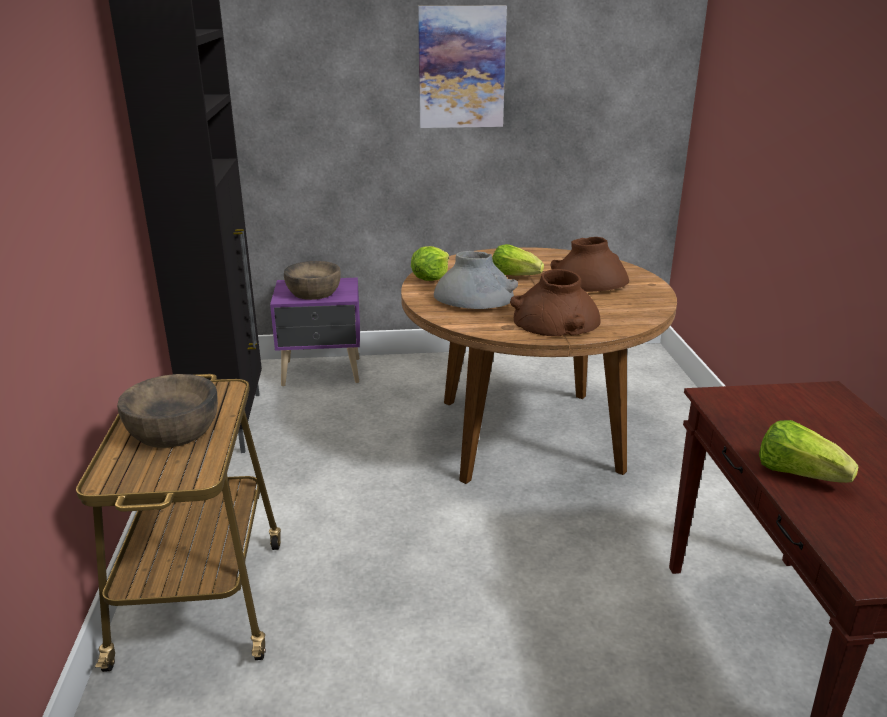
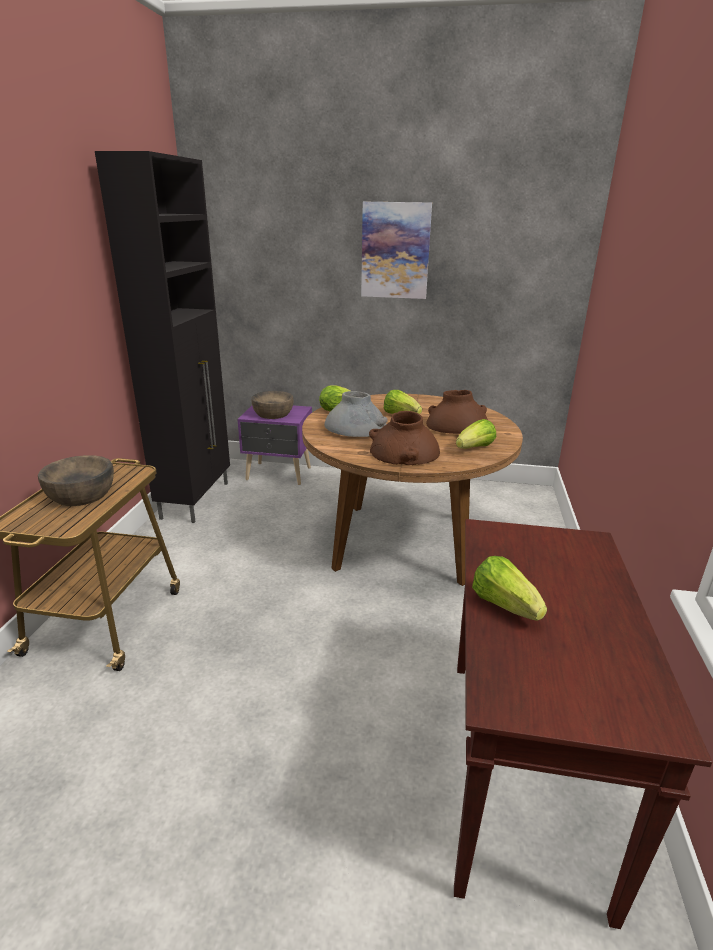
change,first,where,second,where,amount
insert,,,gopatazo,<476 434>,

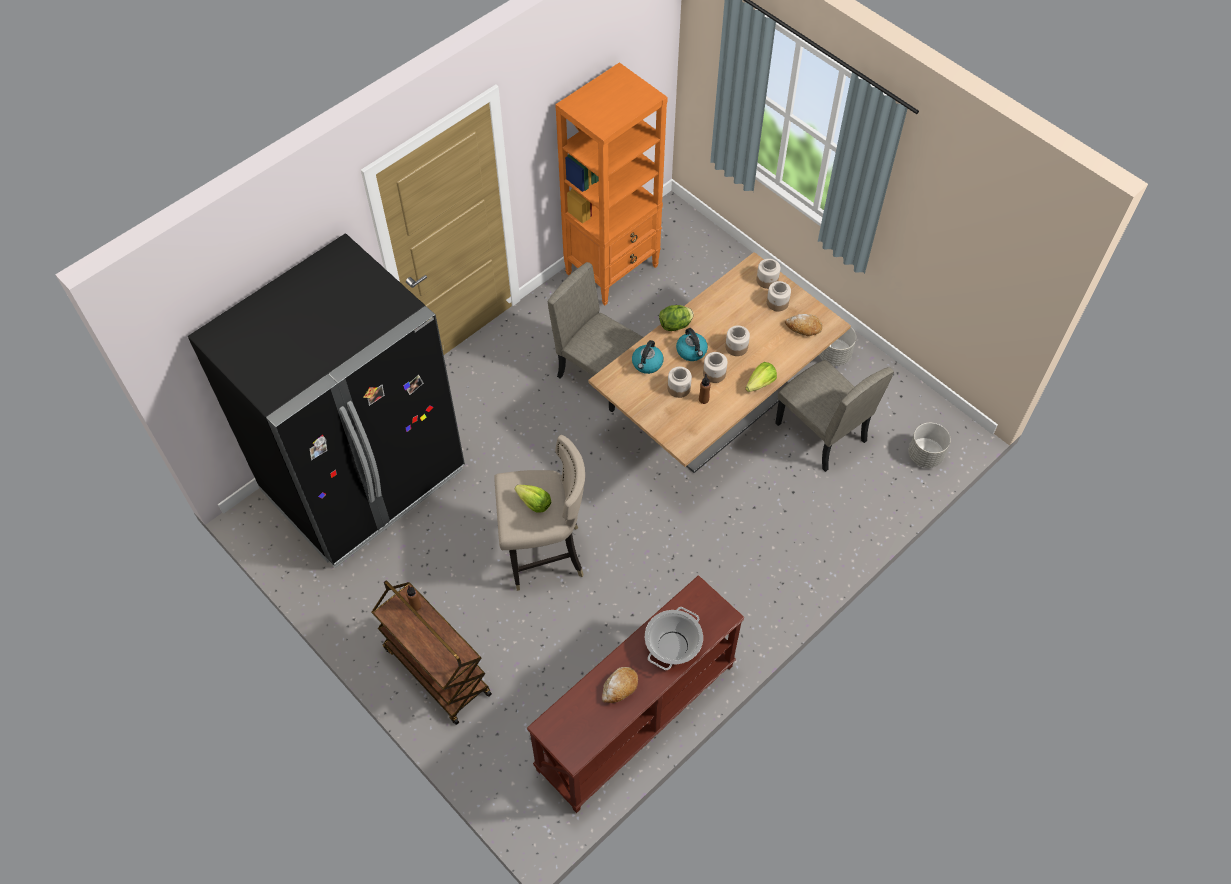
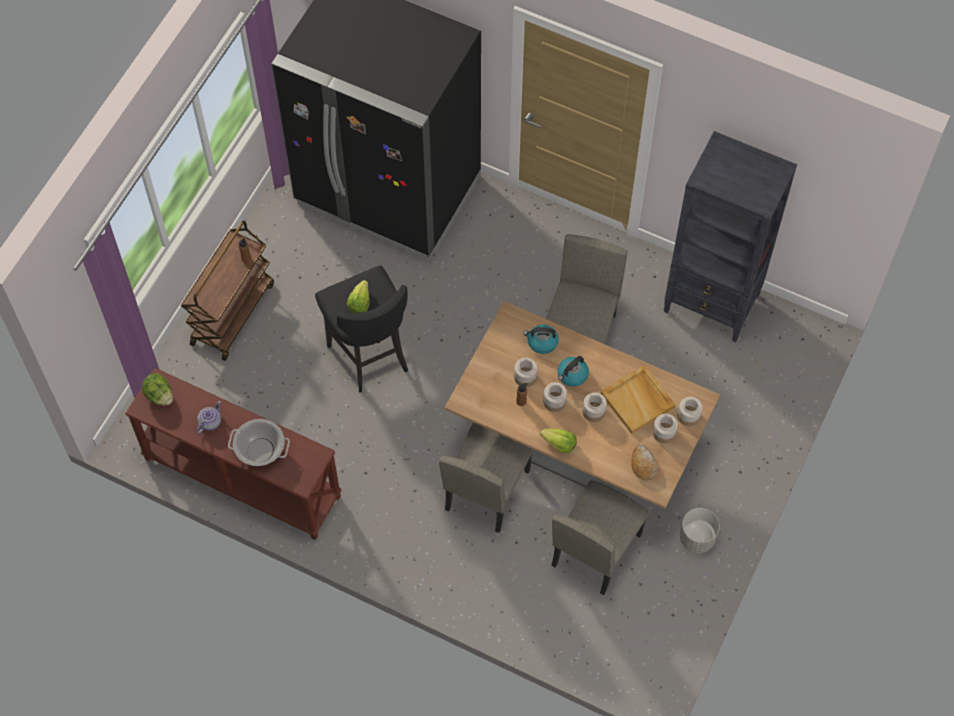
change,first,where,second,where,amount
recolor,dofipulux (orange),<611 183>,dofipulux (black),<730 236>,
move,gopatazo,<676 318>,,<157 389>,
delete,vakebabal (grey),<929 445>,,,
recolor,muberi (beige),<539 513>,muberi (black),<361 328>,
replace,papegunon,<620 685>,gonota,<208 417>,
insert,,,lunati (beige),<638 399>,
insert,,,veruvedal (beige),<486 477>,

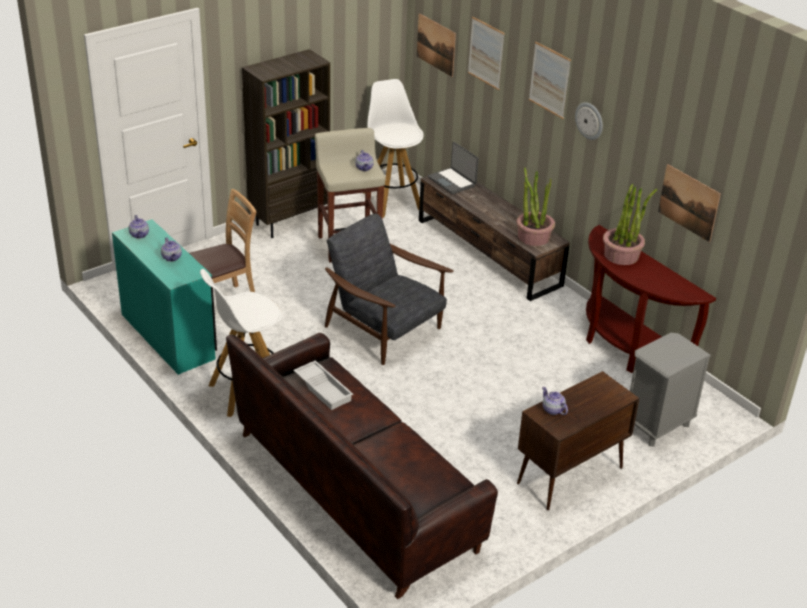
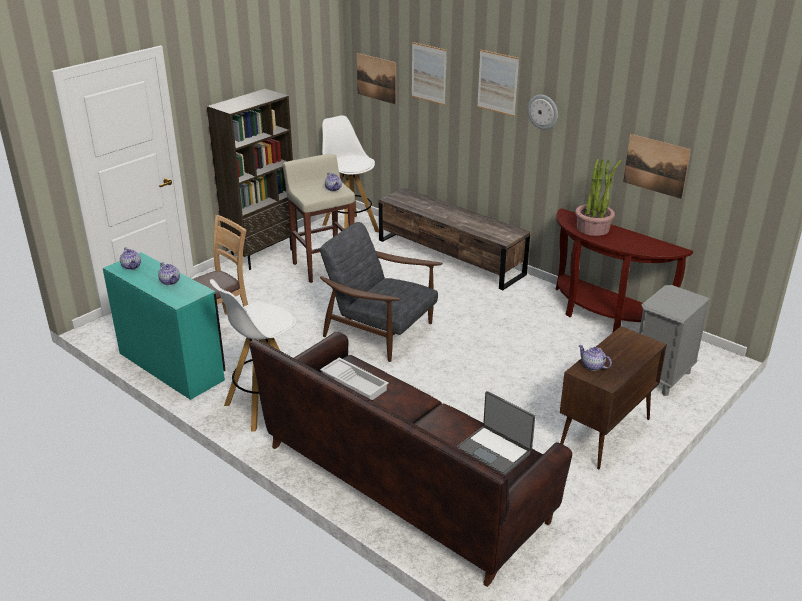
change,first,where,second,where,amount
move,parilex,<453 168>,,<496 433>,
delete,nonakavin,<536 206>,,,

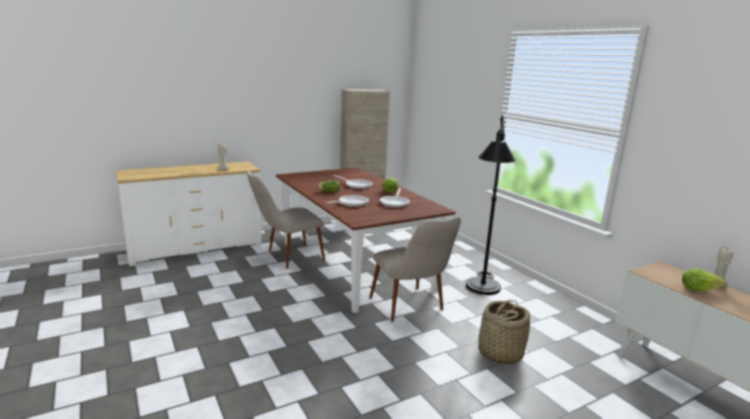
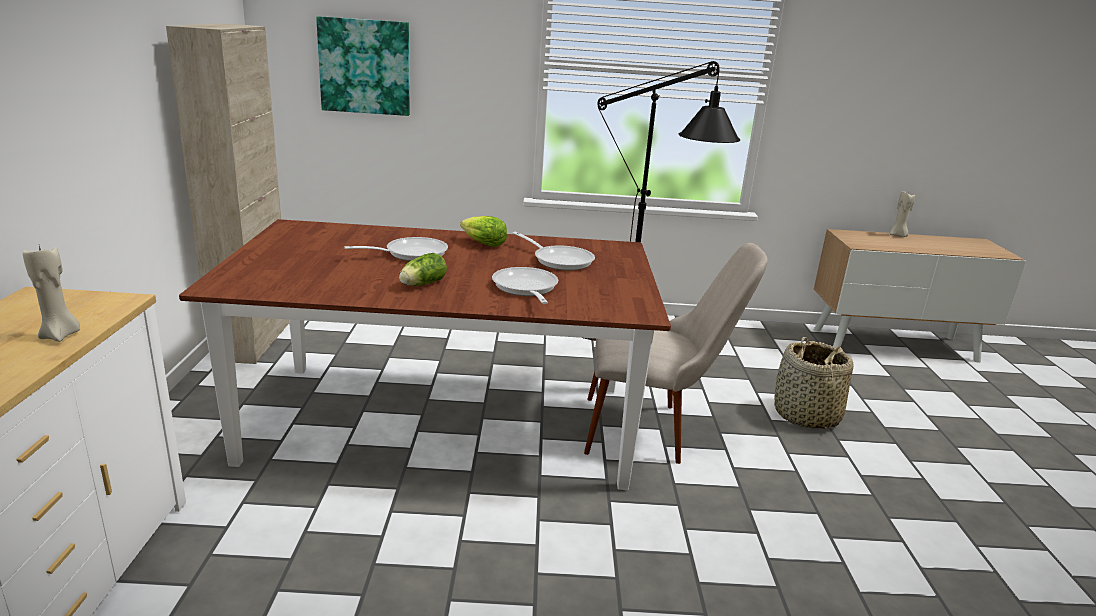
change,first,where,second,where,amount
delete,veruvedal (beige),<286 220>,,,
delete,gopatazo,<704 279>,,,
insert,,,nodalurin,<363 66>,

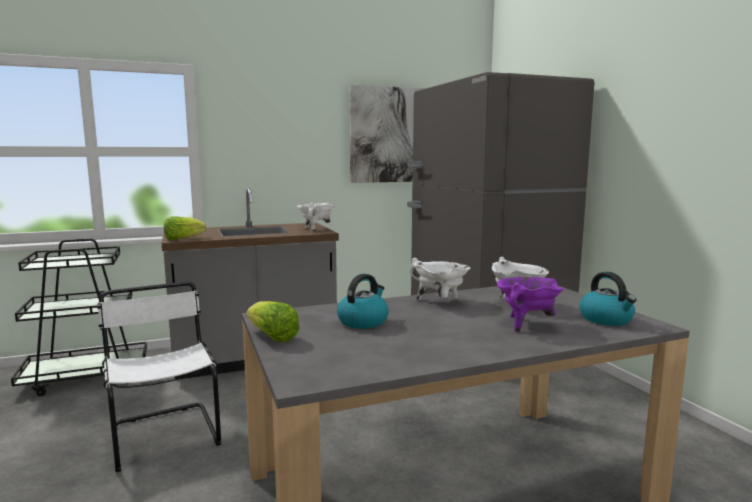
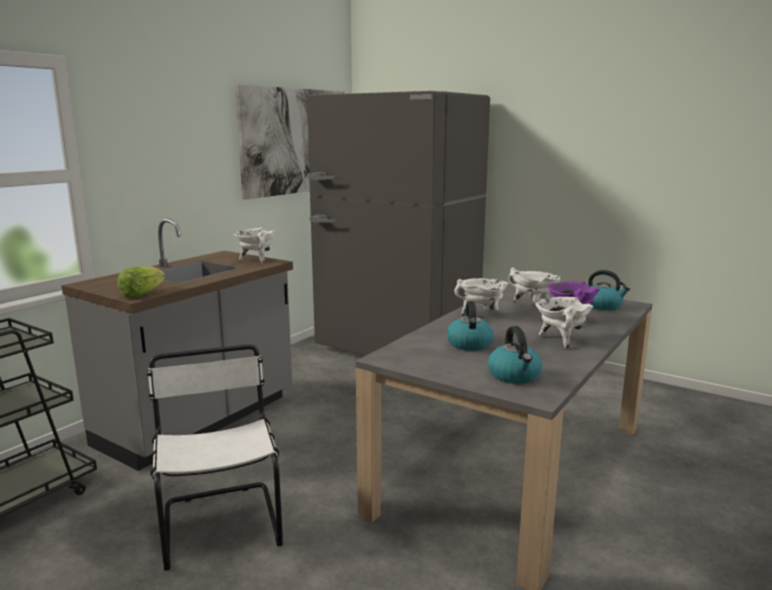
change,first,where,second,where,amount
rotate,veruvedal (white),<159 377>,,<215 457>,45 degrees clockwise
delete,gopatazo,<273 321>,,,
insert,,,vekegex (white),<564 323>,
insert,,,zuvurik,<515 355>,

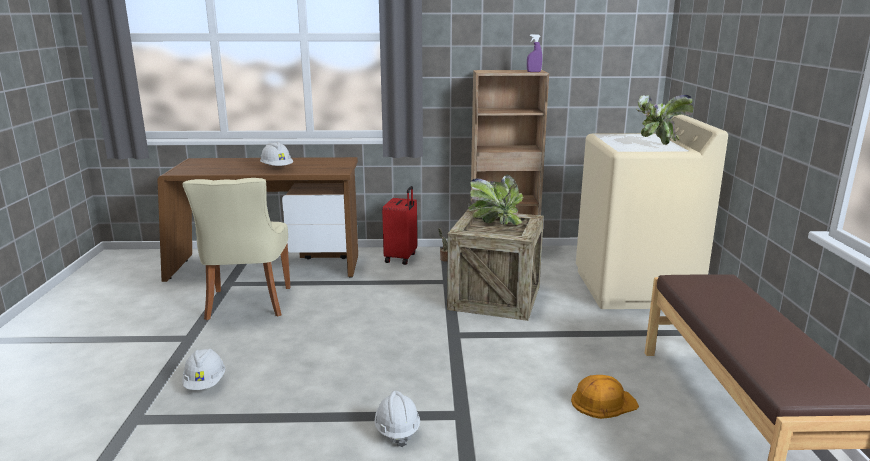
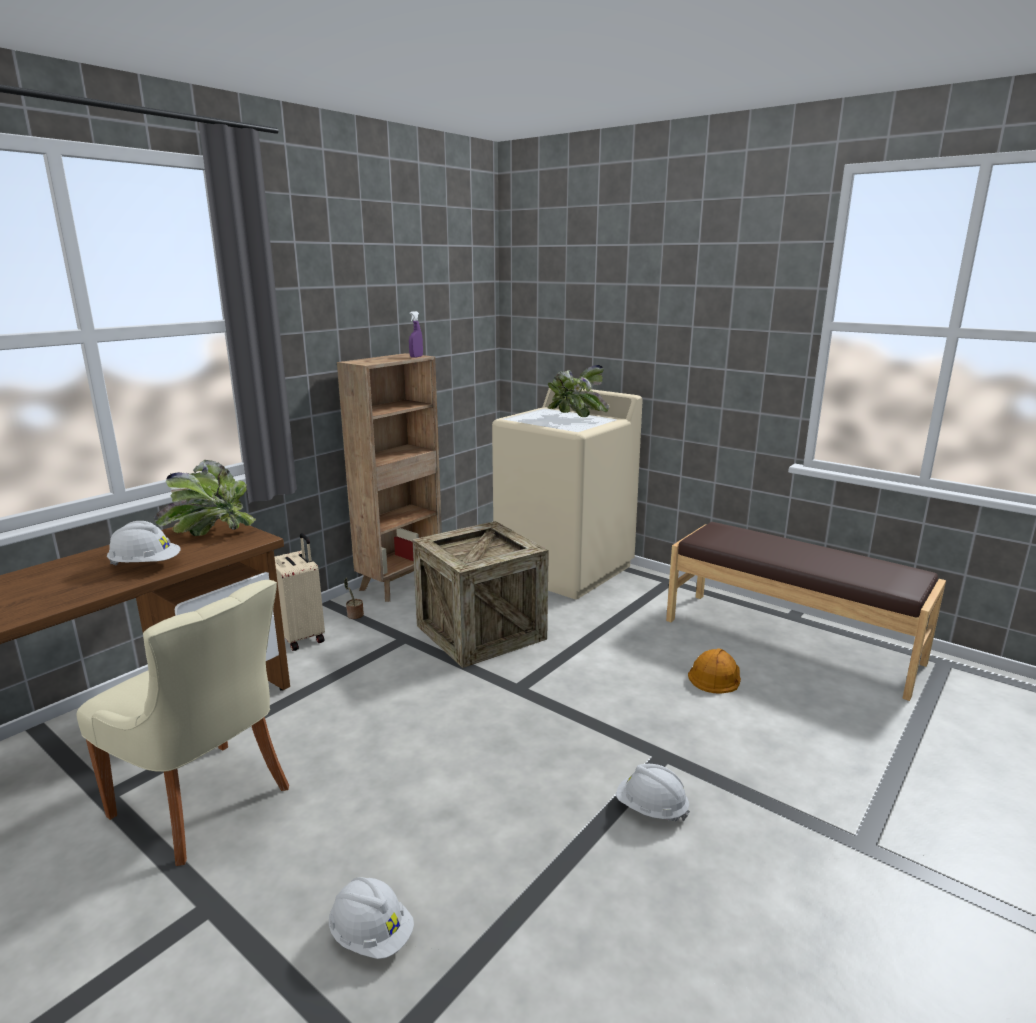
change,first,where,second,where,amount
move,nonakavin,<495 200>,,<204 498>,
recolor,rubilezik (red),<399 225>,rubilezik (beige),<300 592>,

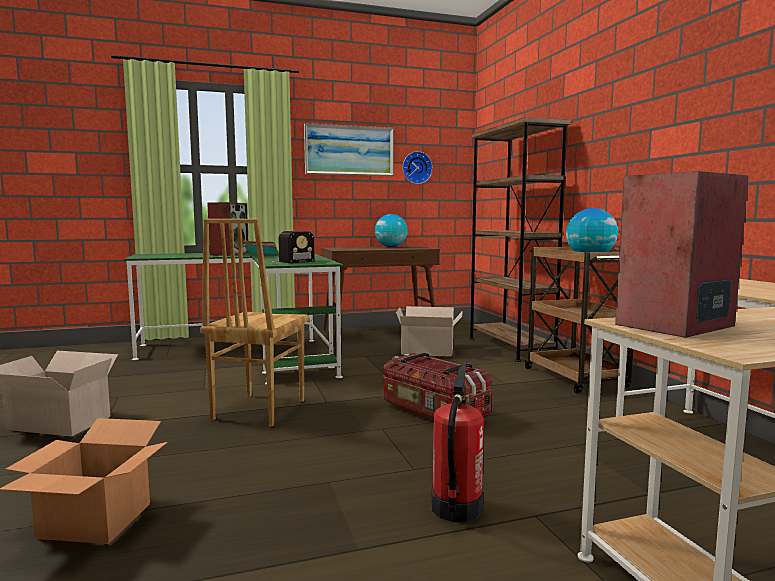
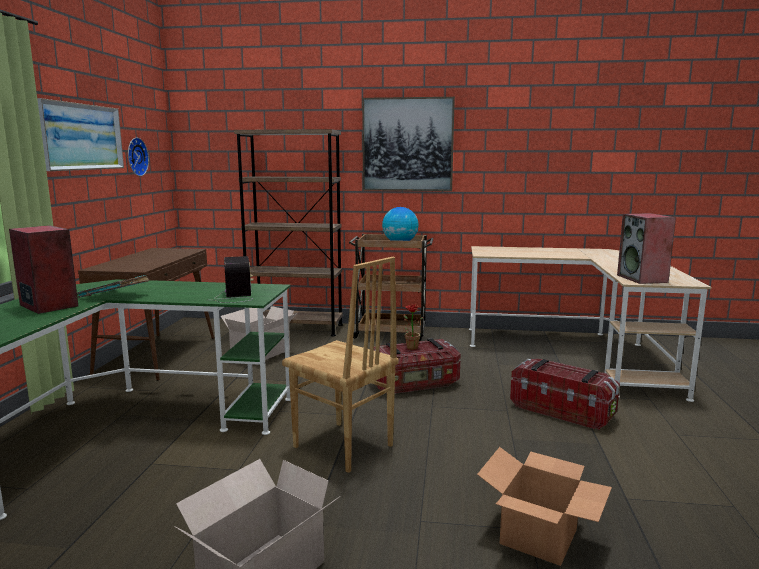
change,first,where,second,where,amount
delete,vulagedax,<391 230>,,,
replace,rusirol,<457 443>,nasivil,<565 394>,
insert,,,nodalurin,<408 144>,
insert,,,nonakavin,<413 327>,

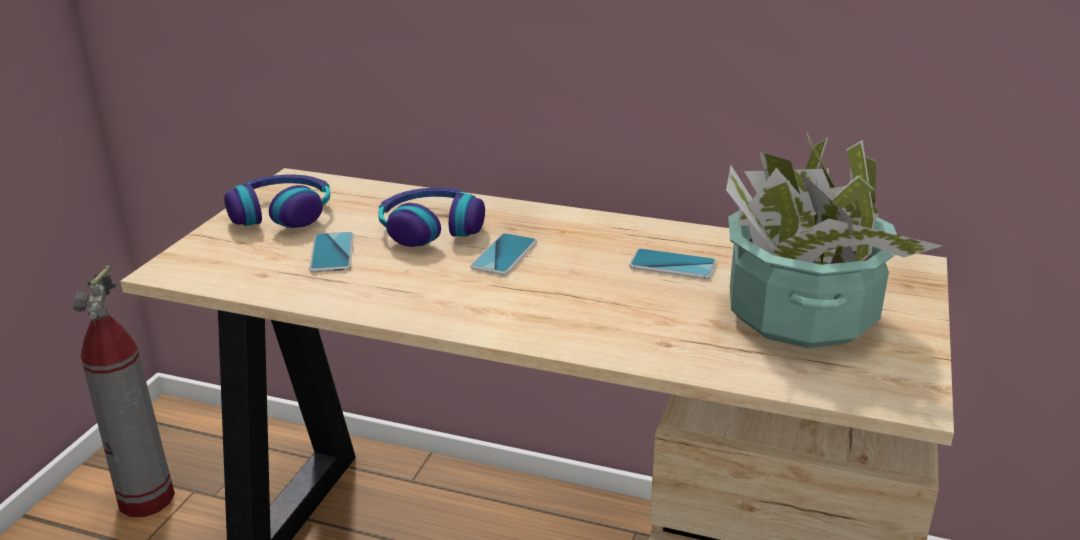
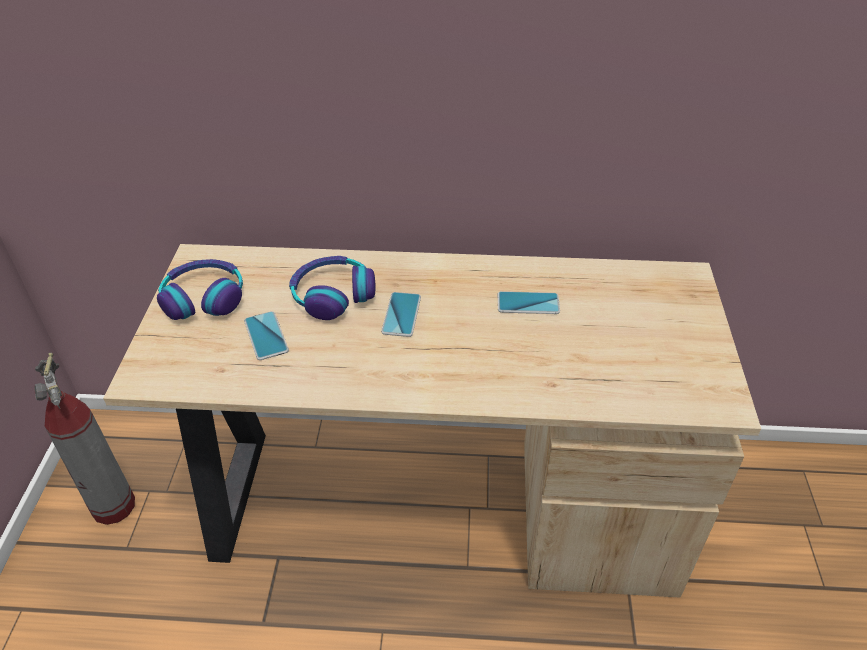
change,first,where,second,where,amount
delete,nonakavin,<834 241>,,,

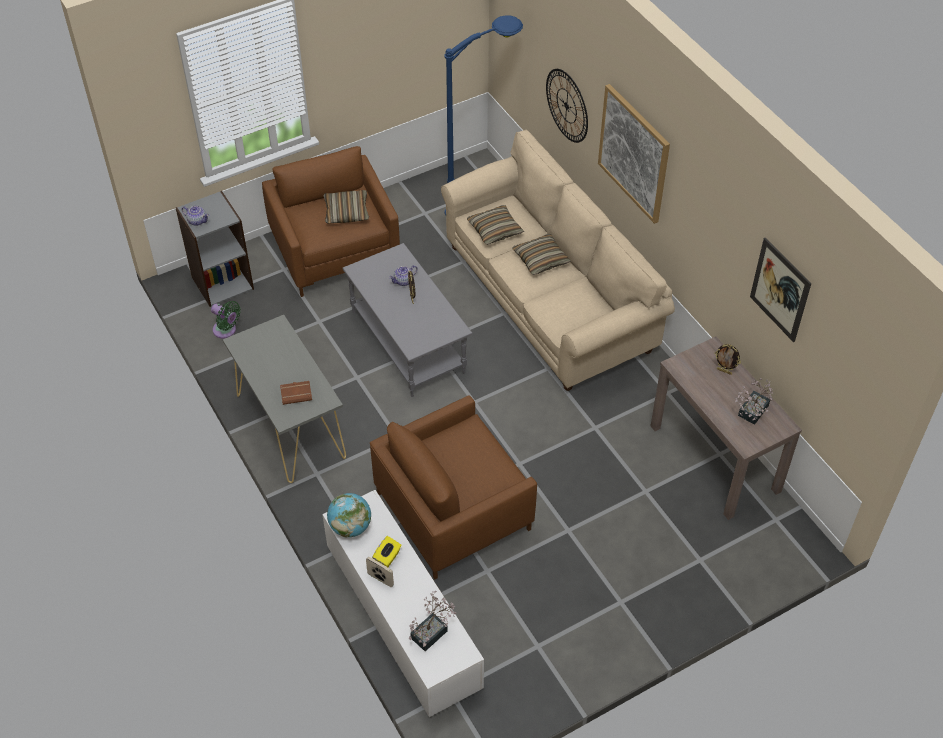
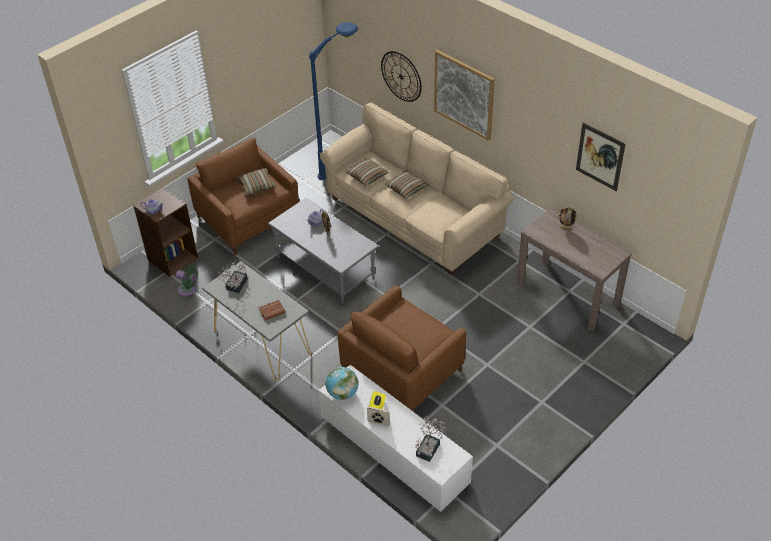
change,first,where,second,where,amount
recolor,dofipulux (grey),<215 249>,dofipulux (brown),<165 232>,
move,nonakavin,<754 401>,,<233 276>,

